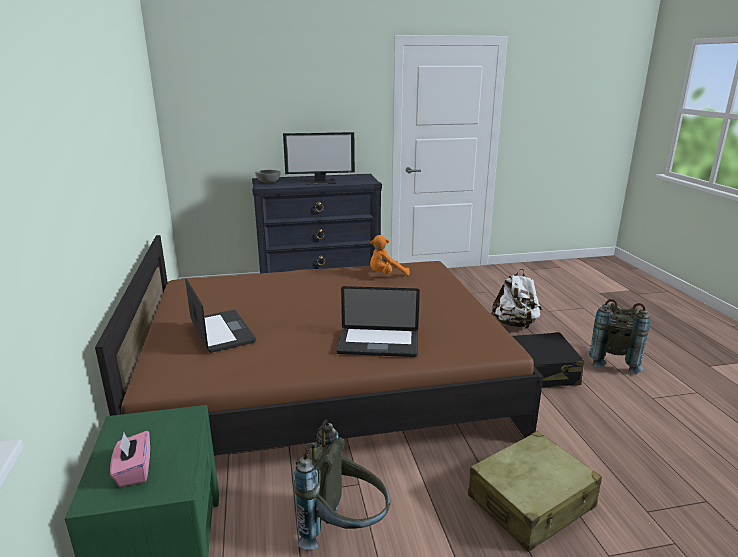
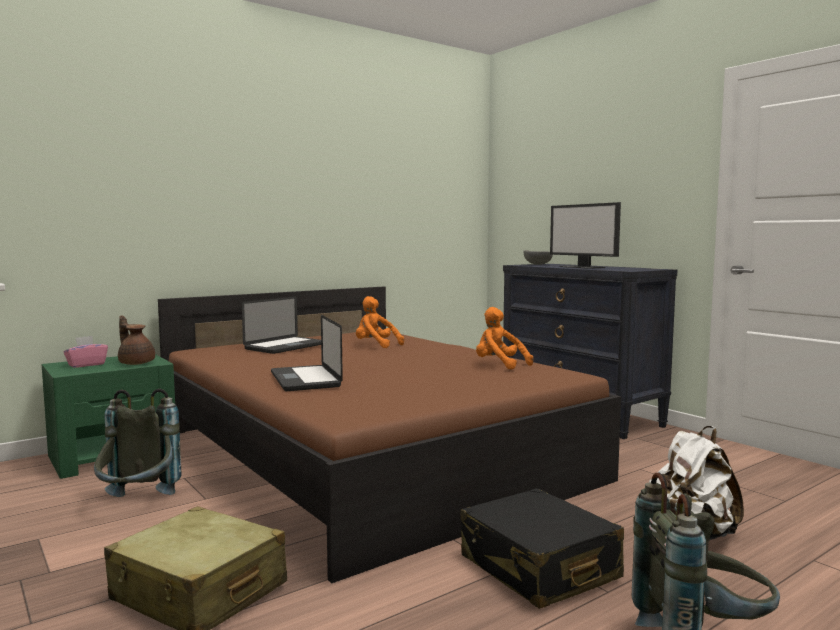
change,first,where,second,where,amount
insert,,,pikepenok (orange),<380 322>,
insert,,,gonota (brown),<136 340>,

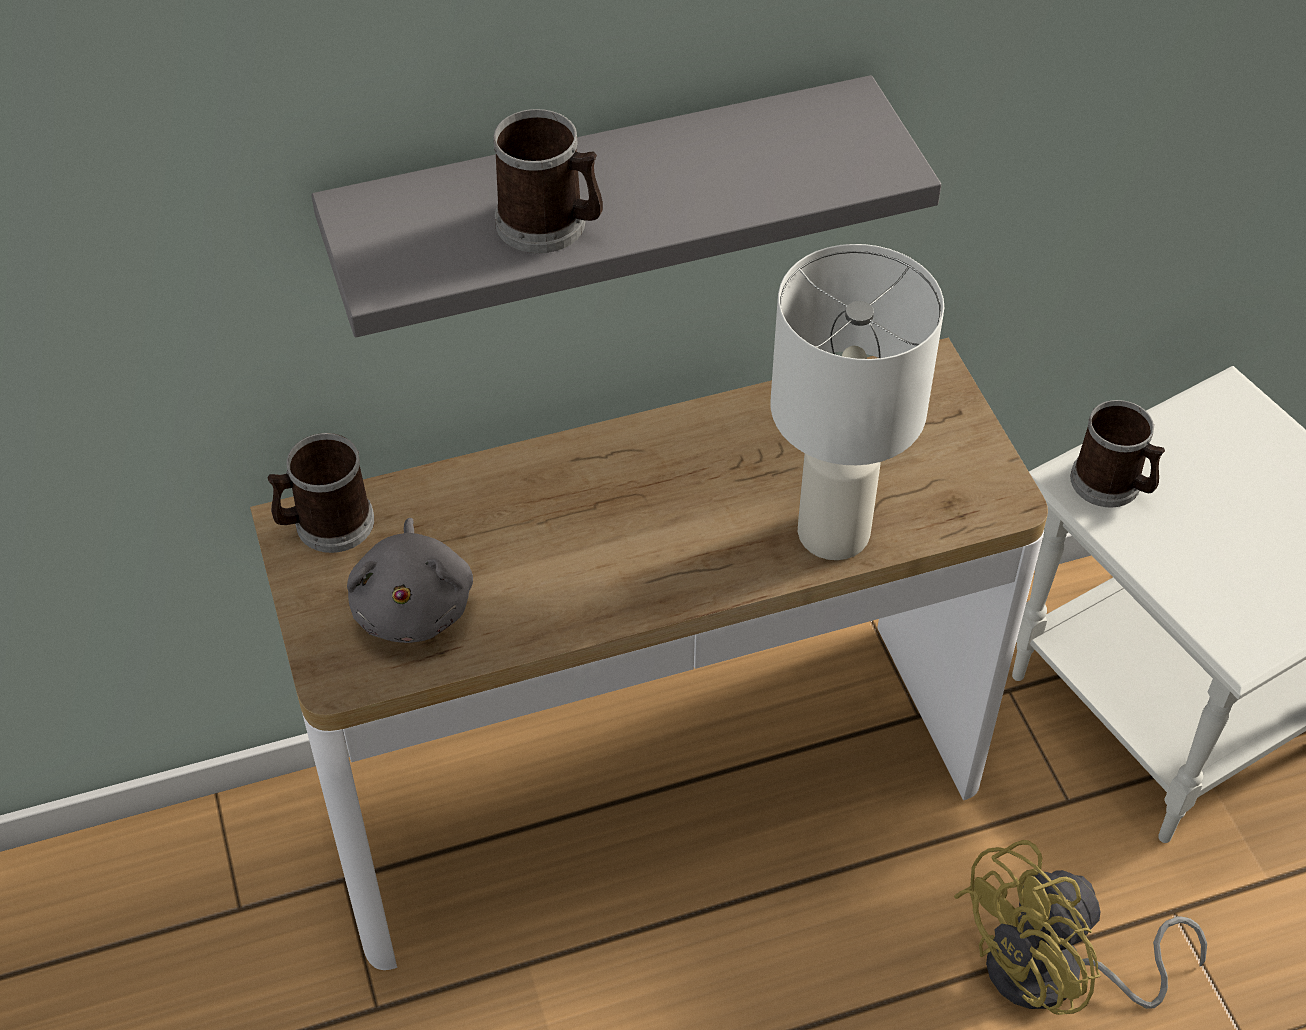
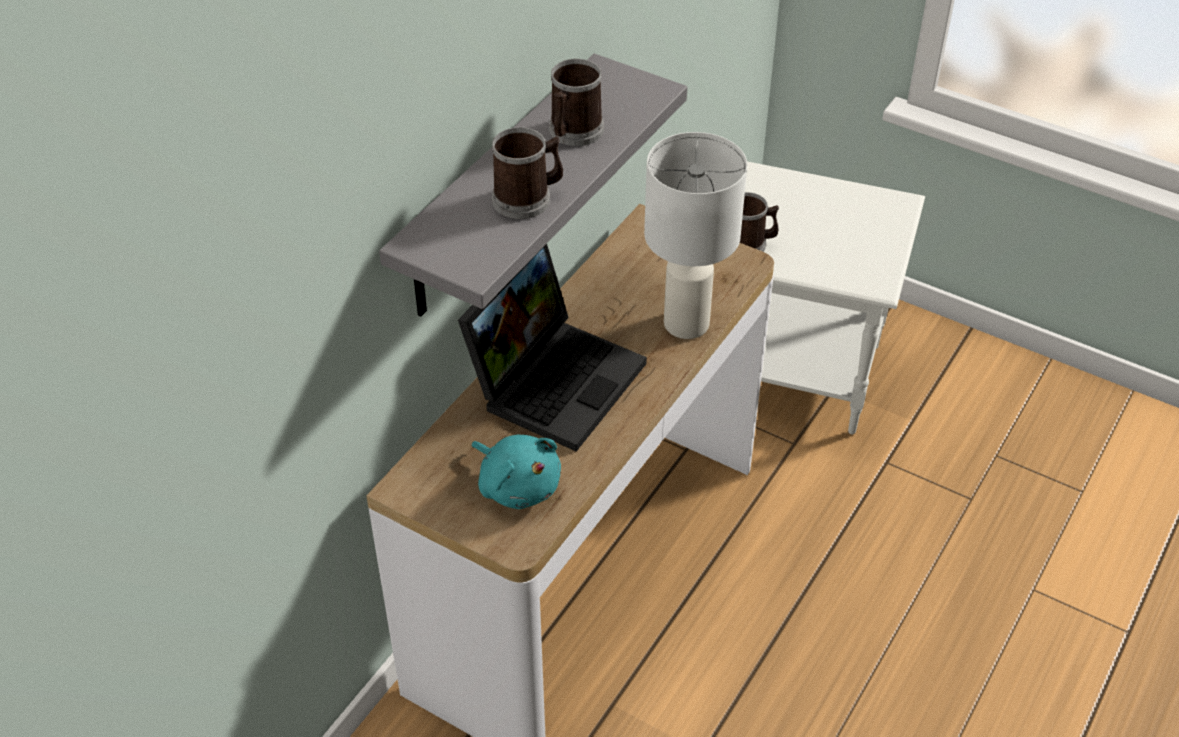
change,first,where,second,where,amount
move,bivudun,<320 493>,,<576 102>,
recolor,pikepenok (grey),<410 580>,pikepenok (turquoise),<516 472>,
delete,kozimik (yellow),<1080 927>,,,
insert,,,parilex,<552 348>,

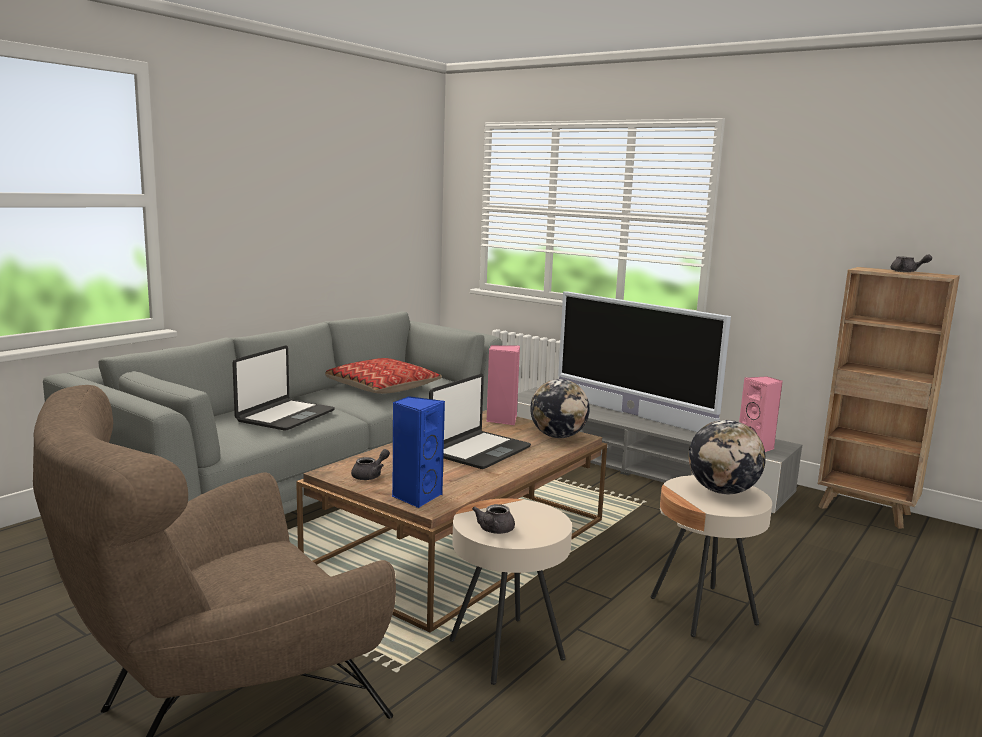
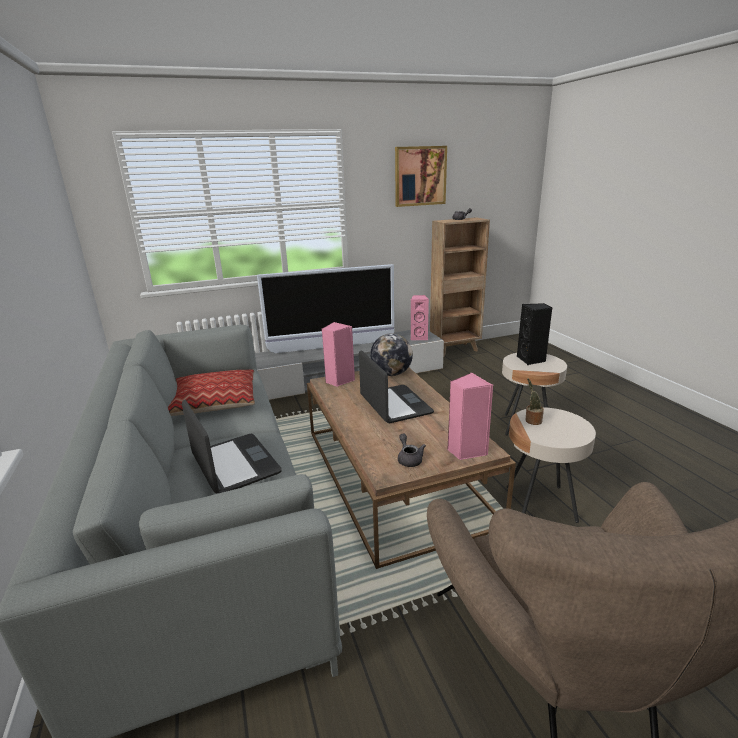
change,first,where,second,where,amount
recolor,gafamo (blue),<418 452>,gafamo (pink),<470 416>,
replace,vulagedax,<727 457>,gafamo (black),<535 334>,
delete,gonota (grey),<493 519>,,,
insert,,,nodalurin,<421 176>,
insert,,,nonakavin,<534 401>,

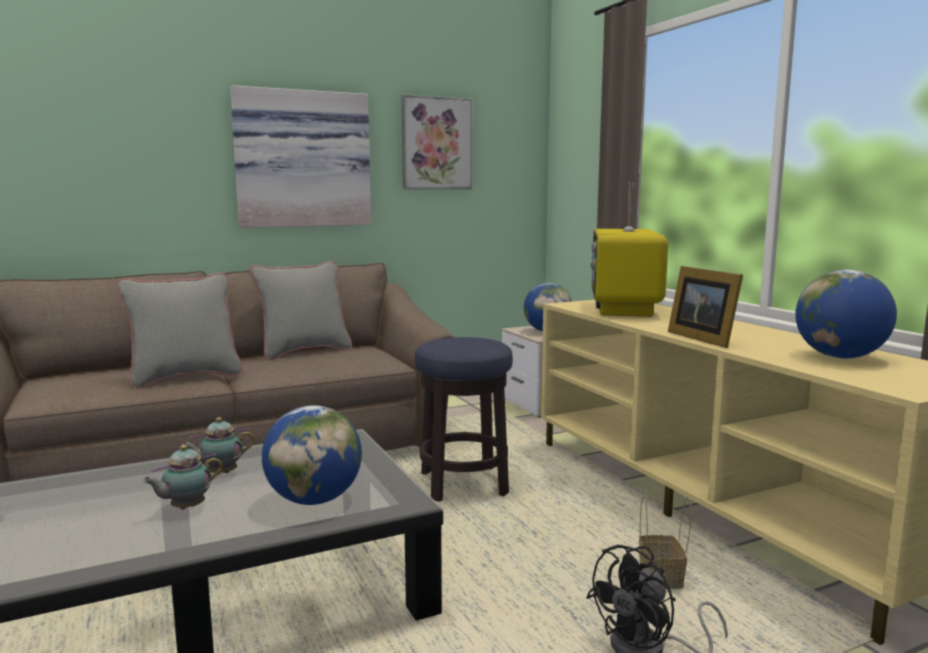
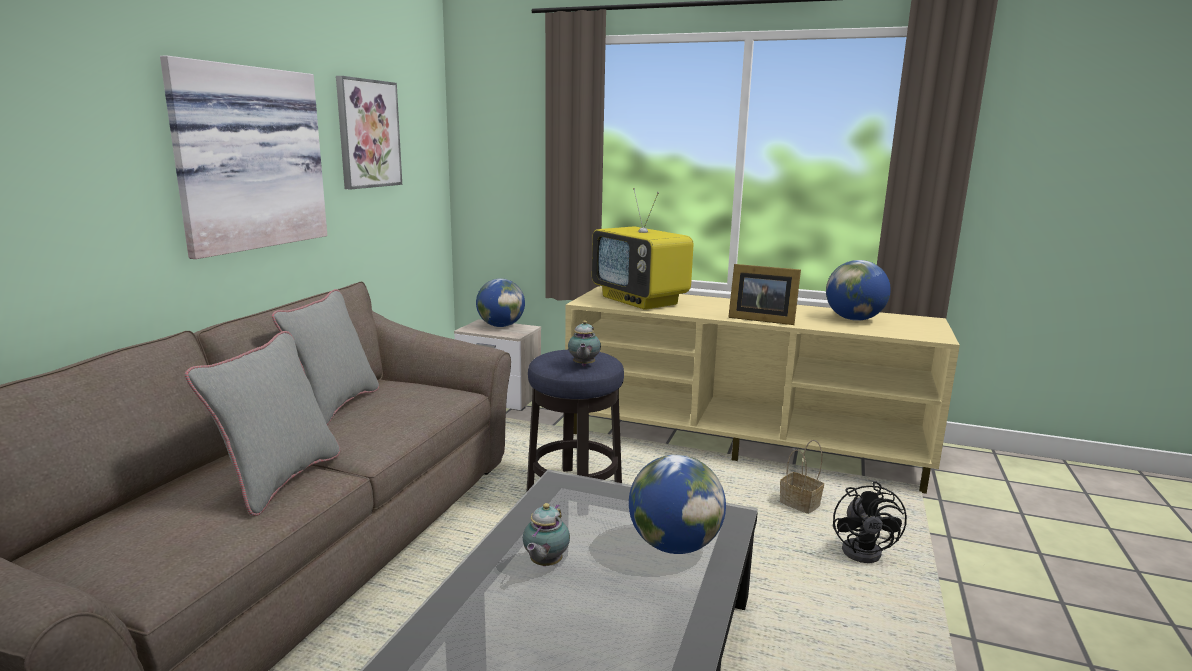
change,first,where,second,where,amount
move,gonota,<182 477>,,<584 343>,

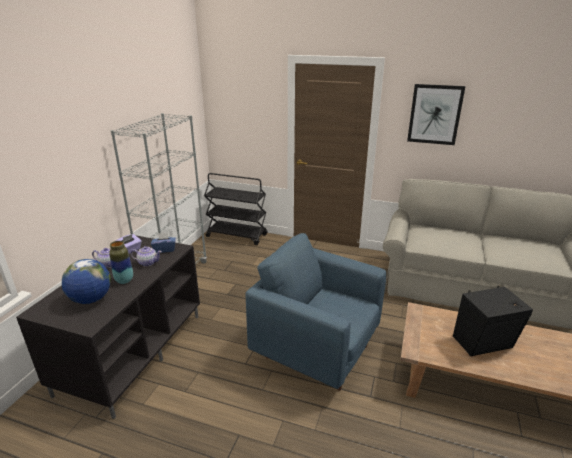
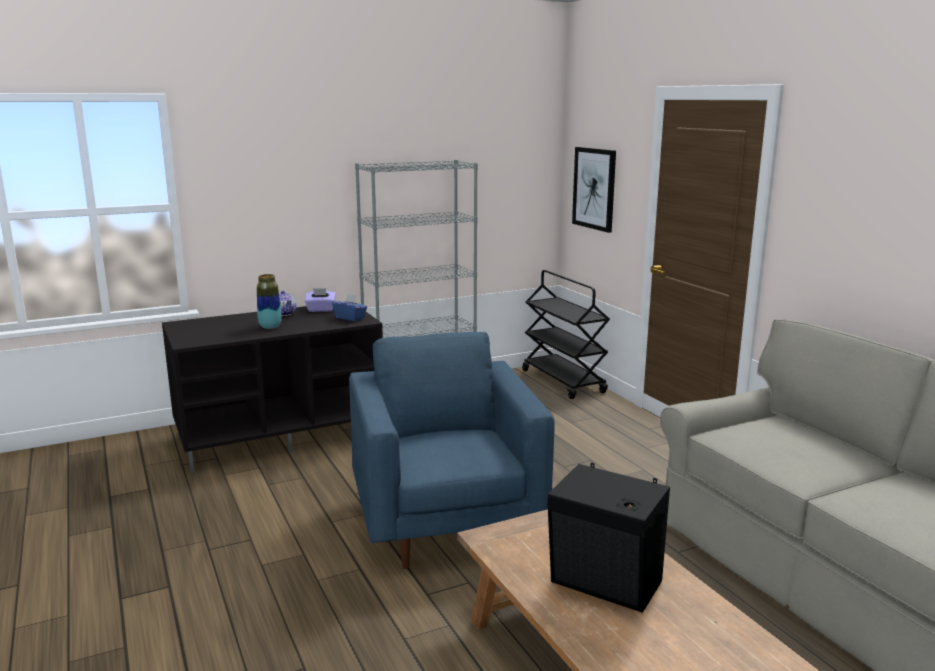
change,first,where,second,where,amount
move,nodalurin,<436 114>,,<594 190>,
delete,gonota,<146 256>,,,
delete,vulagedax,<86 281>,,,

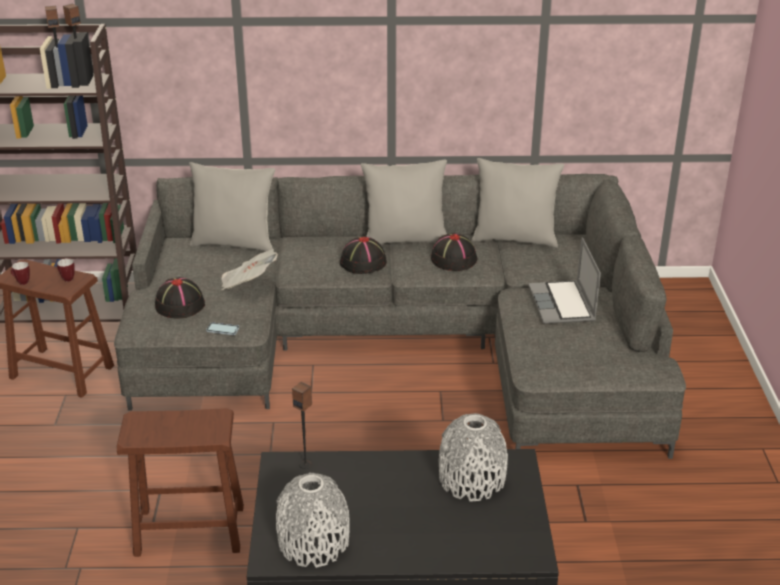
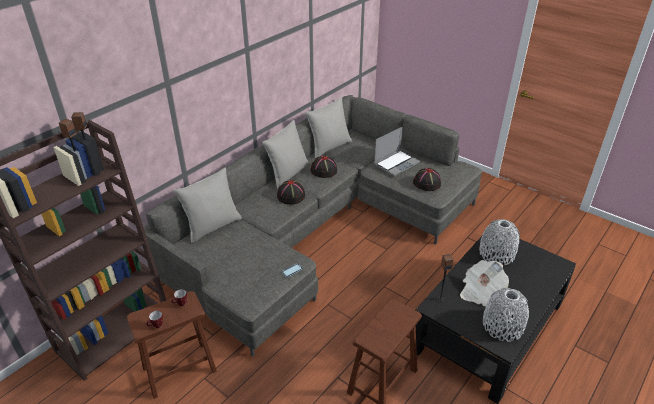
change,first,where,second,where,amount
rotate,parilex,<564 280>,,<397 151>,75 degrees counterclockwise
move,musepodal,<250 269>,,<484 283>,
move,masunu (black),<180 297>,,<427 179>,

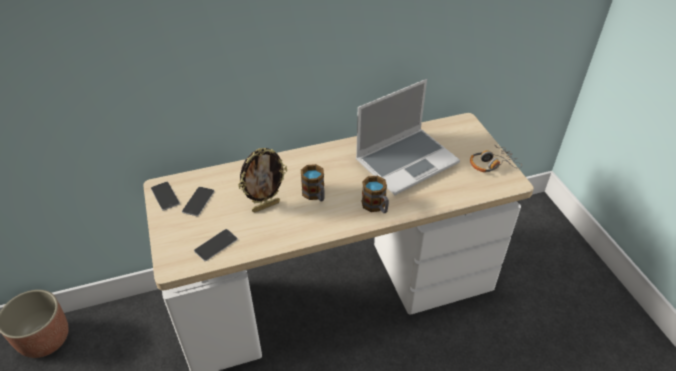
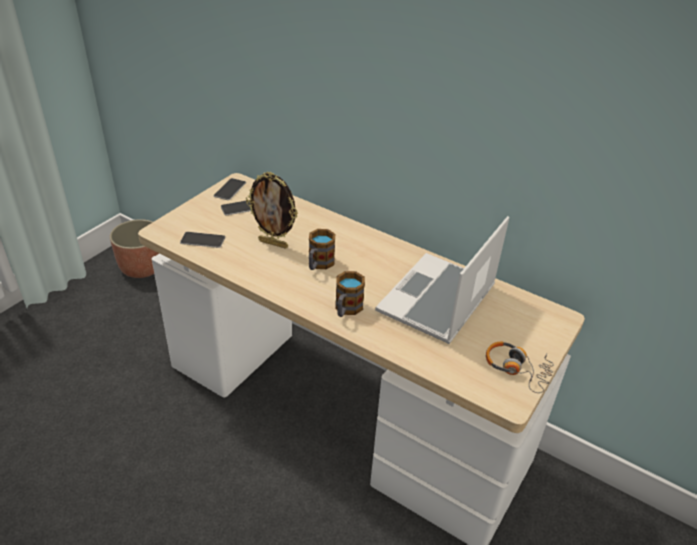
change,first,where,second,where,amount
rotate,parilex,<408 137>,,<442 280>,105 degrees clockwise

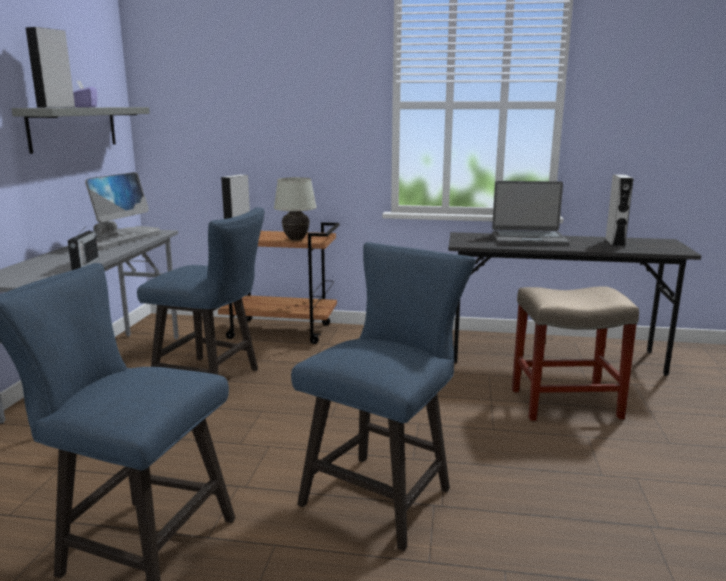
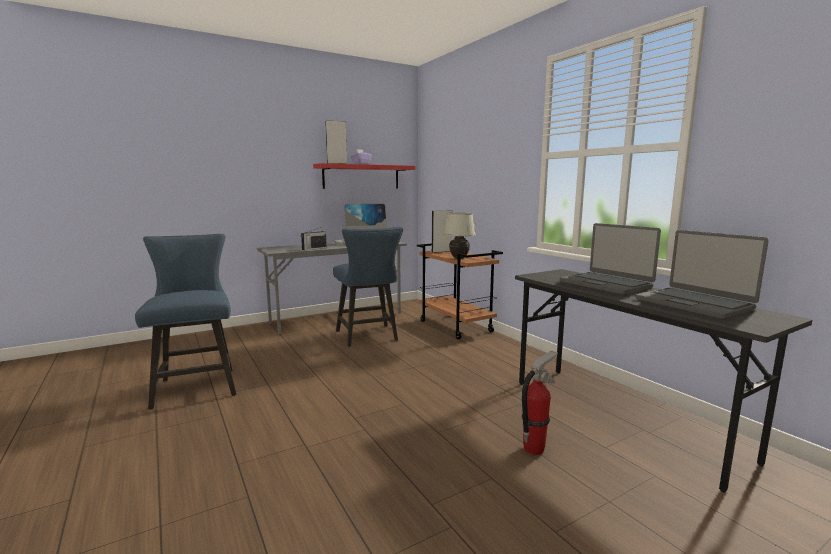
change,first,where,second,where,amount
recolor,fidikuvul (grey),<80 130>,fidikuvul (red),<364 176>,
replace,gafamo (grey),<619 210>,parilex,<702 274>,
delete,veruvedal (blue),<383 396>,,,
replace,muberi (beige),<575 354>,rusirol,<540 403>,

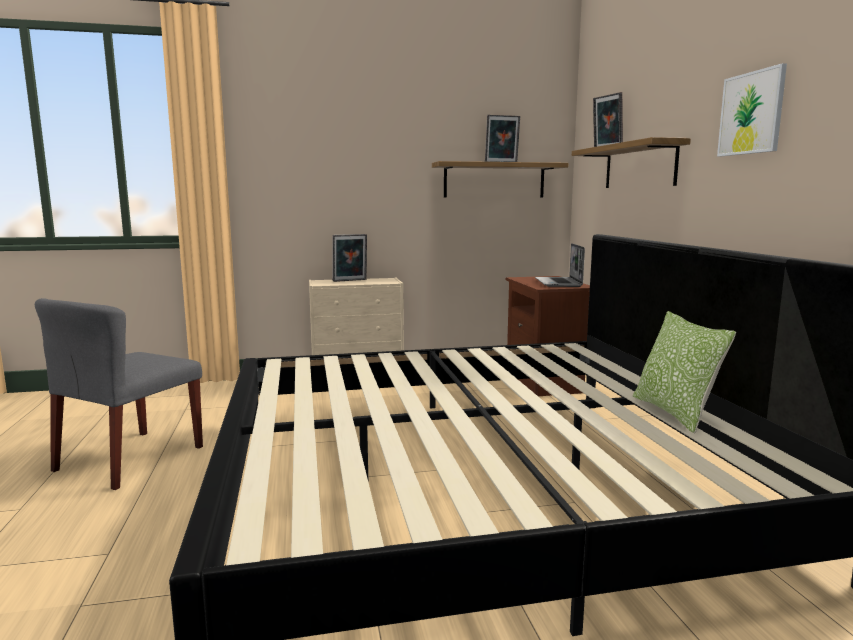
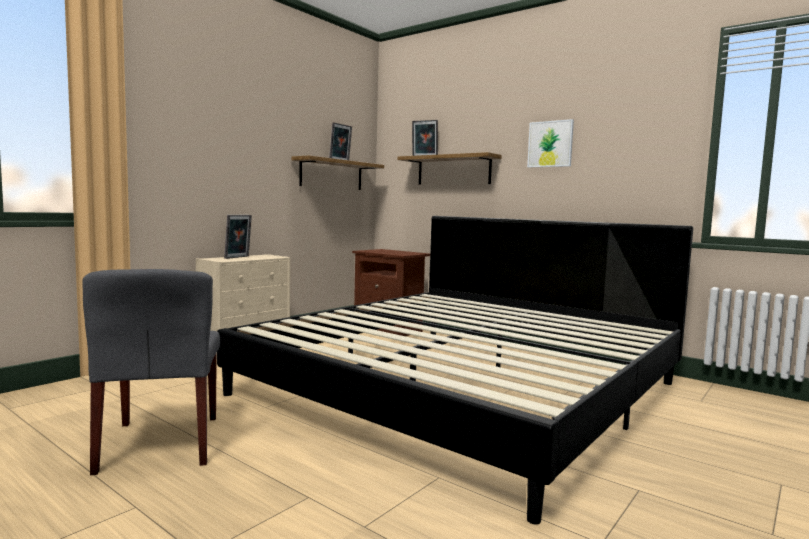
change,first,where,second,where,amount
delete,parilex,<560 265>,,,
delete,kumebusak,<684 372>,,,

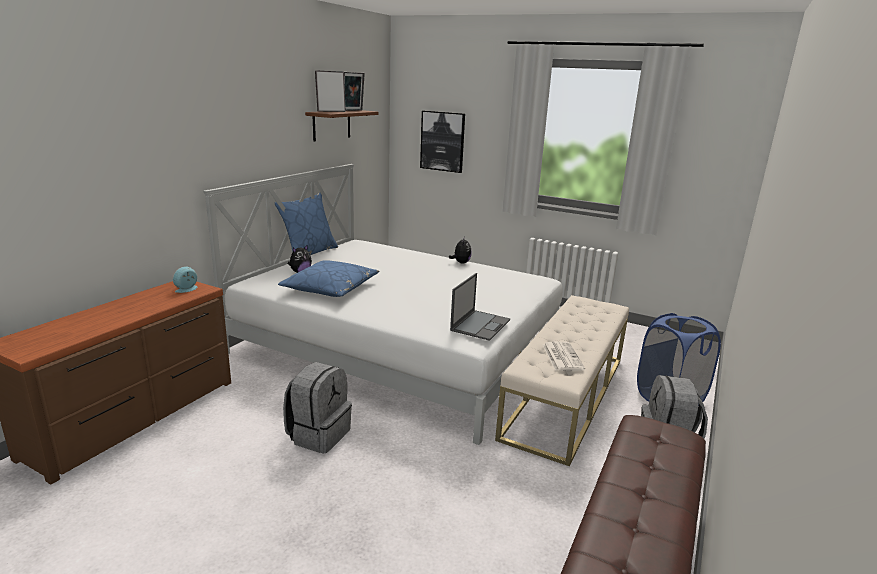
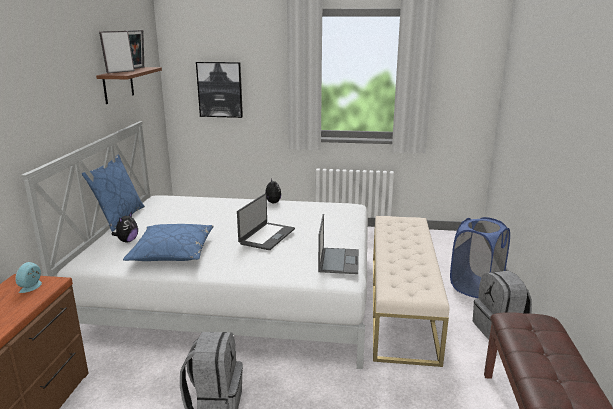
change,first,where,second,where,amount
delete,musepodal,<564 356>,,,
insert,,,parilex,<266 221>,

